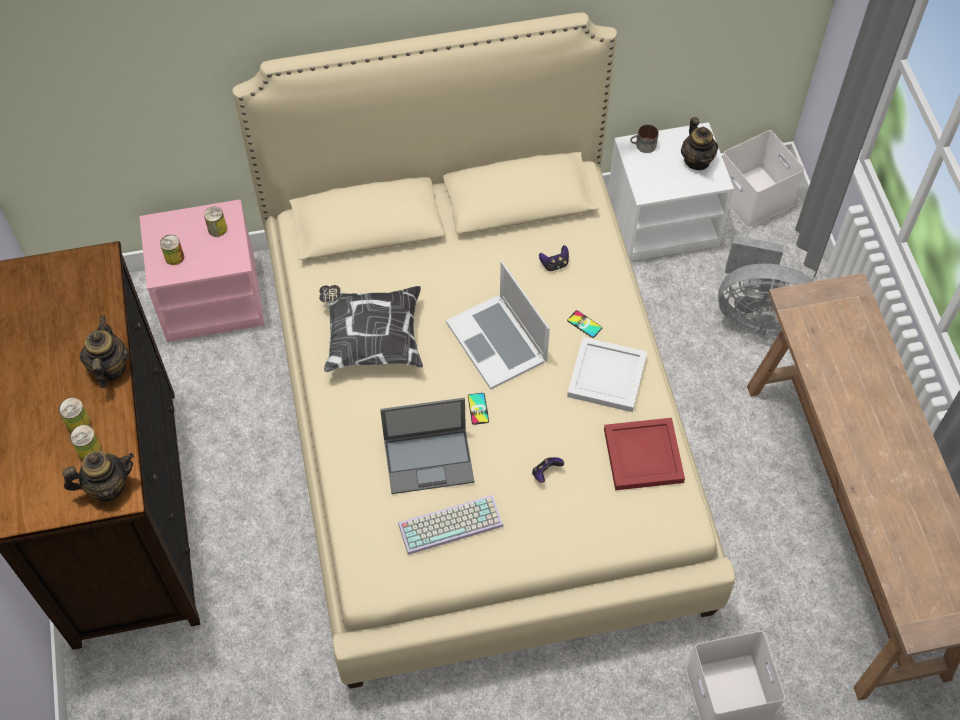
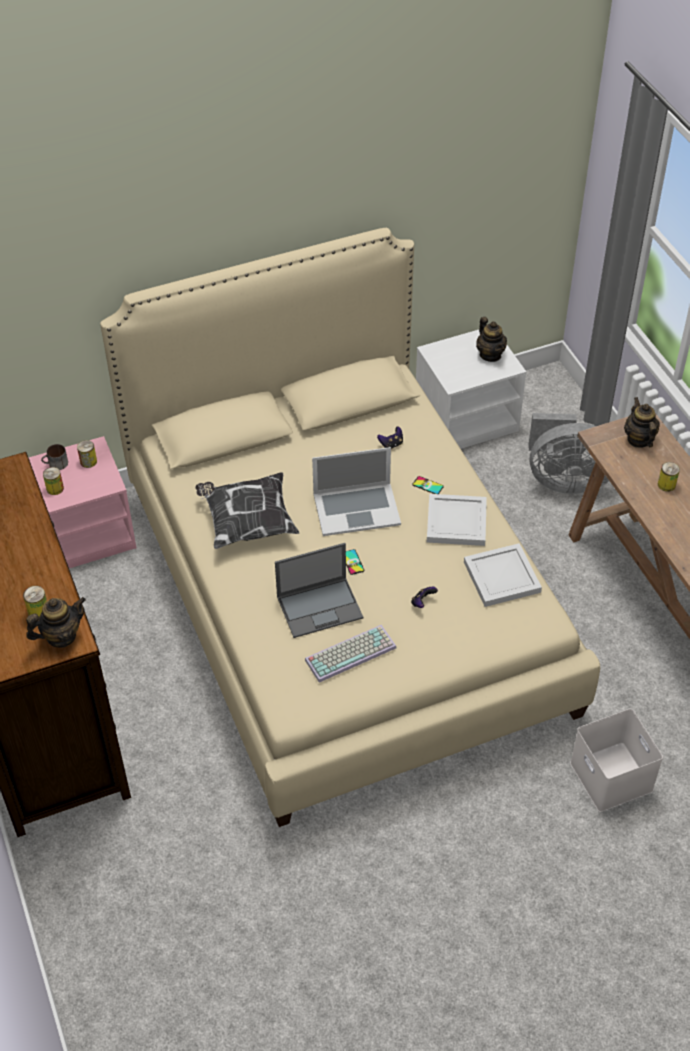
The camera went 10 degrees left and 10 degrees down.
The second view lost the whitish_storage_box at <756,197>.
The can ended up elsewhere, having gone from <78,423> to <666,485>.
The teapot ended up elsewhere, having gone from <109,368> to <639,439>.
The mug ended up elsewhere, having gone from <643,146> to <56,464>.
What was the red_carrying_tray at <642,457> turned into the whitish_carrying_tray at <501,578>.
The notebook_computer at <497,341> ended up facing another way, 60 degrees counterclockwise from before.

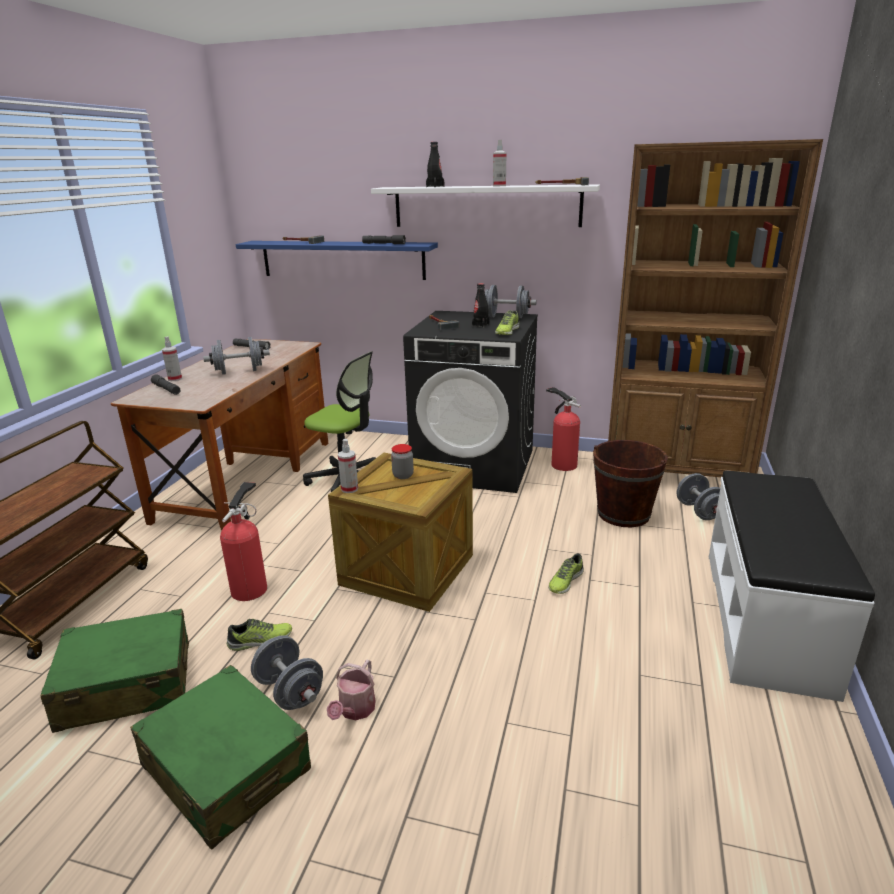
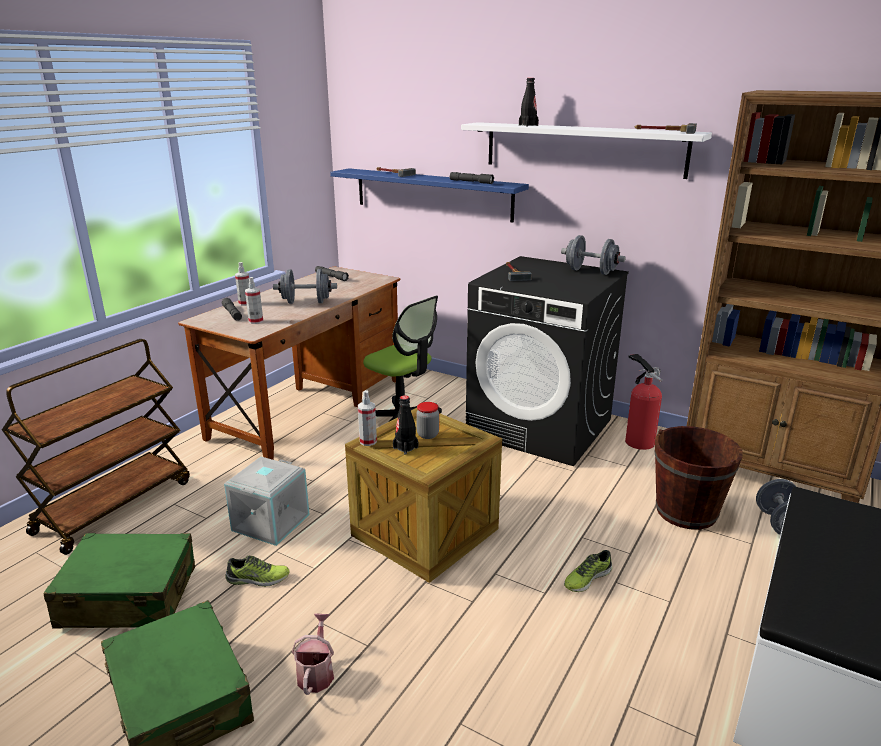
The camera went 15 degrees right and 0 degrees up.
The second view lost the greyish_free_weight at <290,691>.
The second view lost the shoe at <506,331>.
The black-coloured_beverage_bottle ended up elsewhere, having gone from <480,325> to <405,448>.
The sprayer ended up elsewhere, having gone from <499,186> to <256,321>.
Where the fire-fighting_cylinder stood at <251,587>, the greyish_storage_box came to stand at <270,522>.
The sprinkling_can at <355,710> ended up facing another way, 150 degrees clockwise from before.

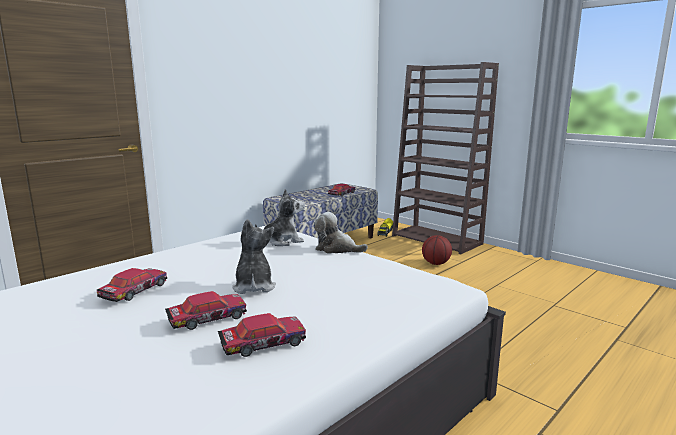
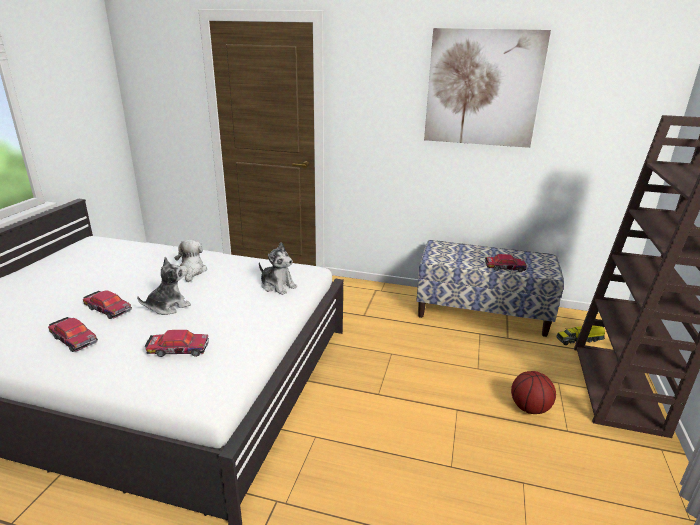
The camera went 60 degrees right and 10 degrees up.
The second view gained the wall_picture at <482,88>.
The toy_car ended up elsewhere, having gone from <133,291> to <178,349>.
The plush_toy ended up elsewhere, having gone from <337,249> to <192,271>.

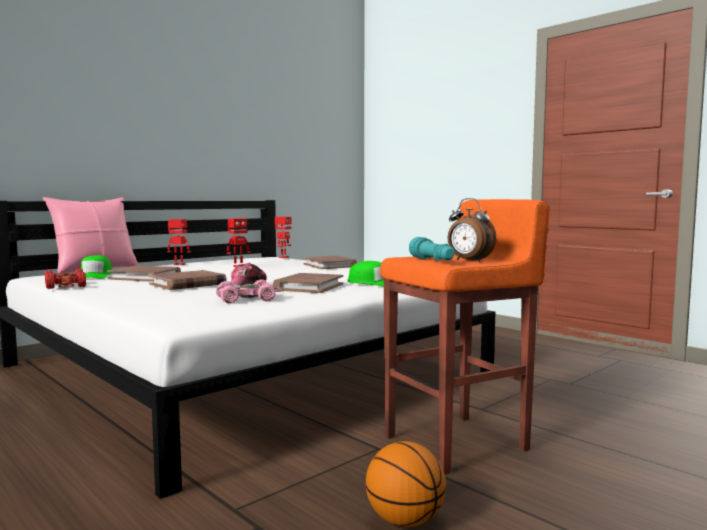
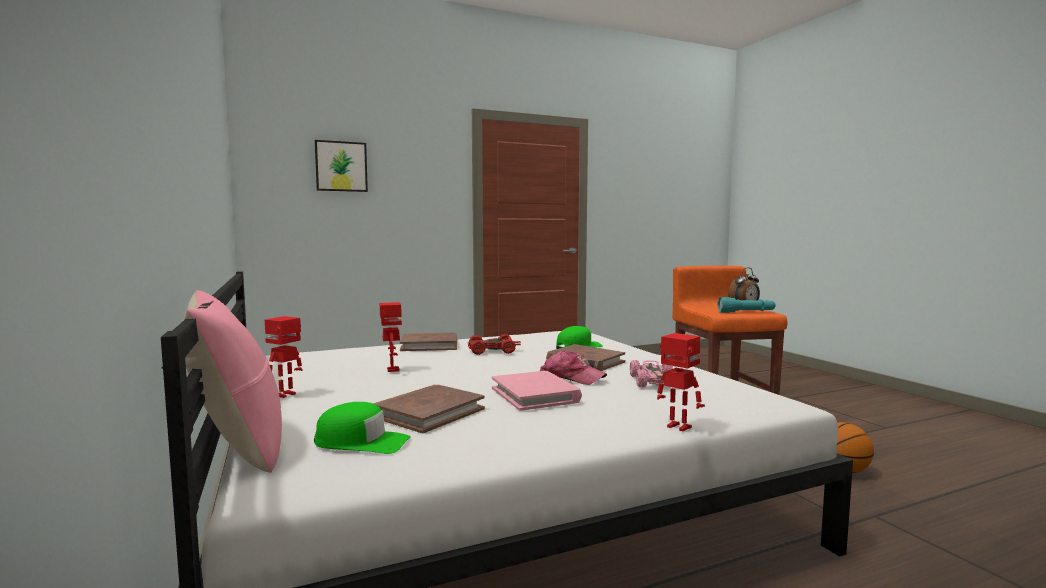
The camera went 70 degrees left and 0 degrees up.
The second view gained the wall_picture at <341,166>.
The red_toy_car ended up elsewhere, having gone from <65,286> to <492,350>.
The toy_robot ended up elsewhere, having gone from <283,257> to <678,427>.
What was the brown_book at <188,284> turned into the pink-coloured_book at <535,395>.

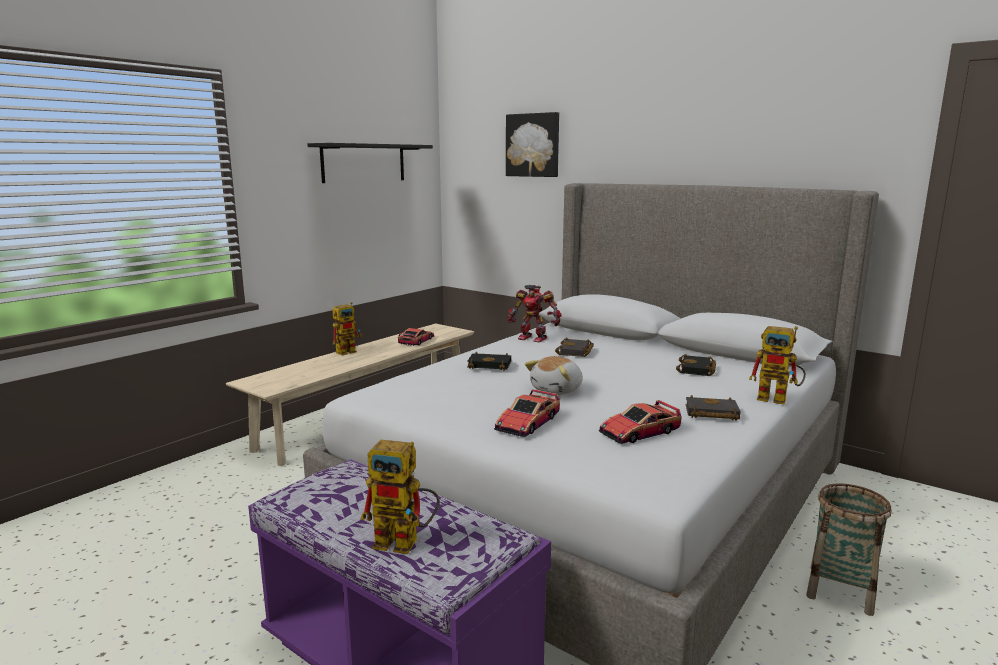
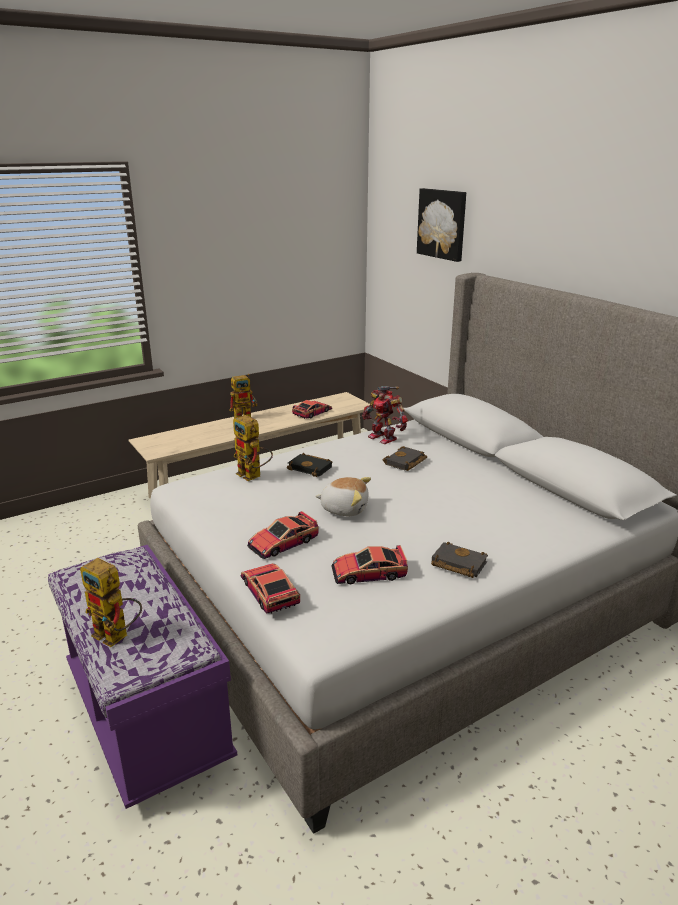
The camera went 20 degrees right and 10 degrees up.
The second view lost the black-coloured_wall_shelf at <364,163>.
The second view lost the black-coloured_book at <697,370>.
The second view lost the storage_basket at <840,590>.
The second view gained the toy_car at <269,592>.
The toy_robot ended up elsewhere, having gone from <779,399> to <253,476>.
The plush_toy at <558,390> ended up facing another way, 135 degrees counterclockwise from before.

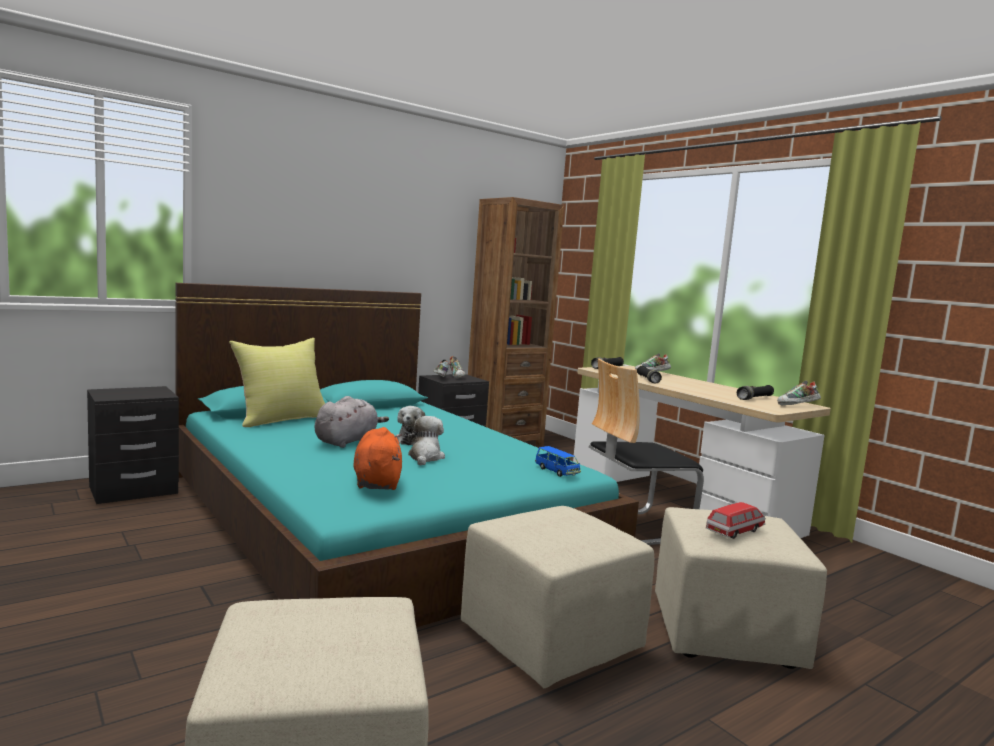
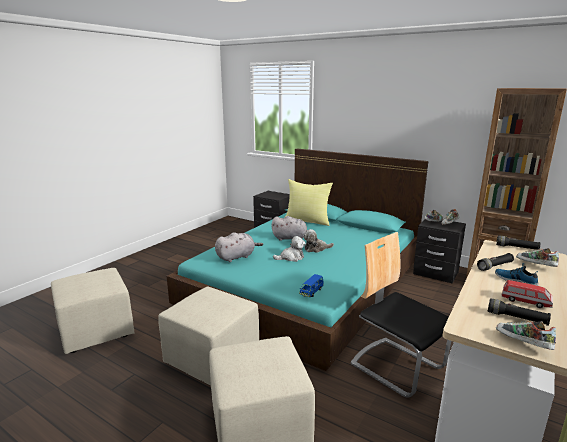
The camera went 70 degrees right and 10 degrees up.
The second view gained the shoe at <515,280>.
The toy_car ended up elsewhere, having gone from <735,531> to <525,301>.
What was the orange-coloured_plush_toy at <377,482> turned into the greyish_plush_toy at <237,257>.

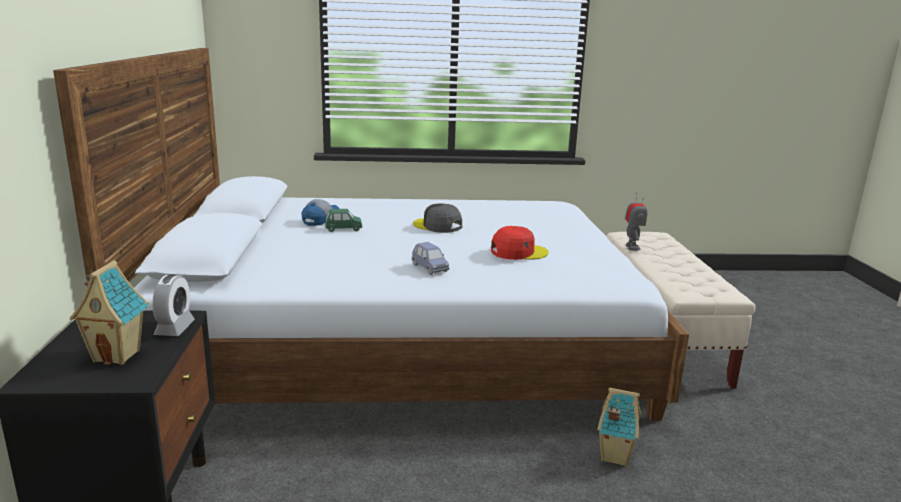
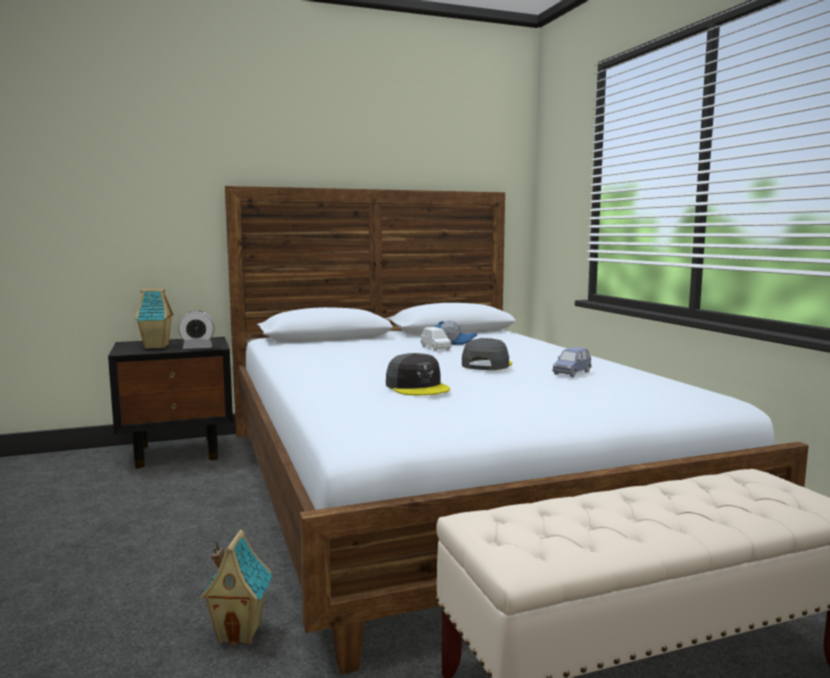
The camera went 75 degrees right and 10 degrees down.
The second view lost the toy_robot at <632,247>.
The bluish_toy_car ended up elsewhere, having gone from <430,268> to <571,373>.
What was the greenish_toy_car at <343,229> turned into the whitish_toy_car at <435,348>.
What was the red_peaked_cap at <518,252> turned into the greyish_peaked_cap at <417,387>.

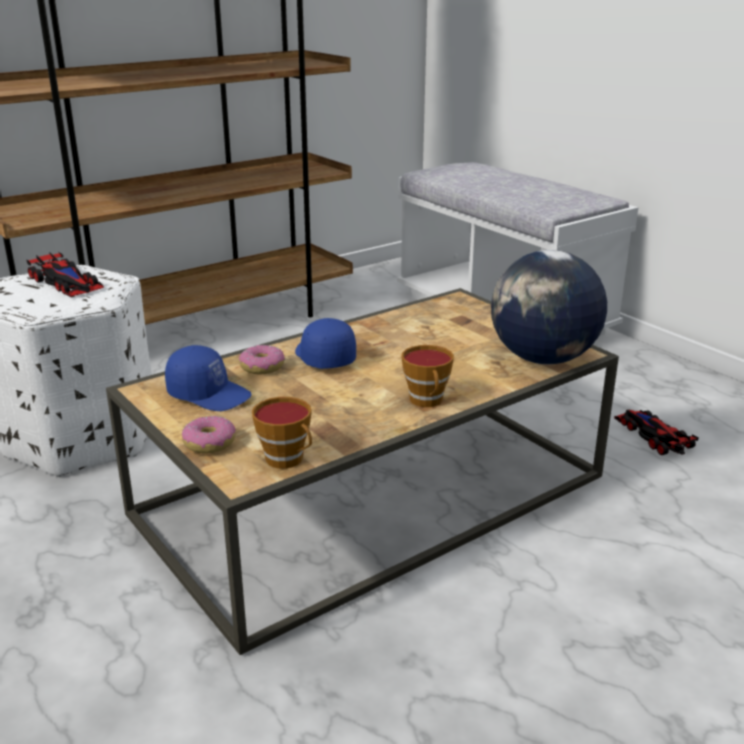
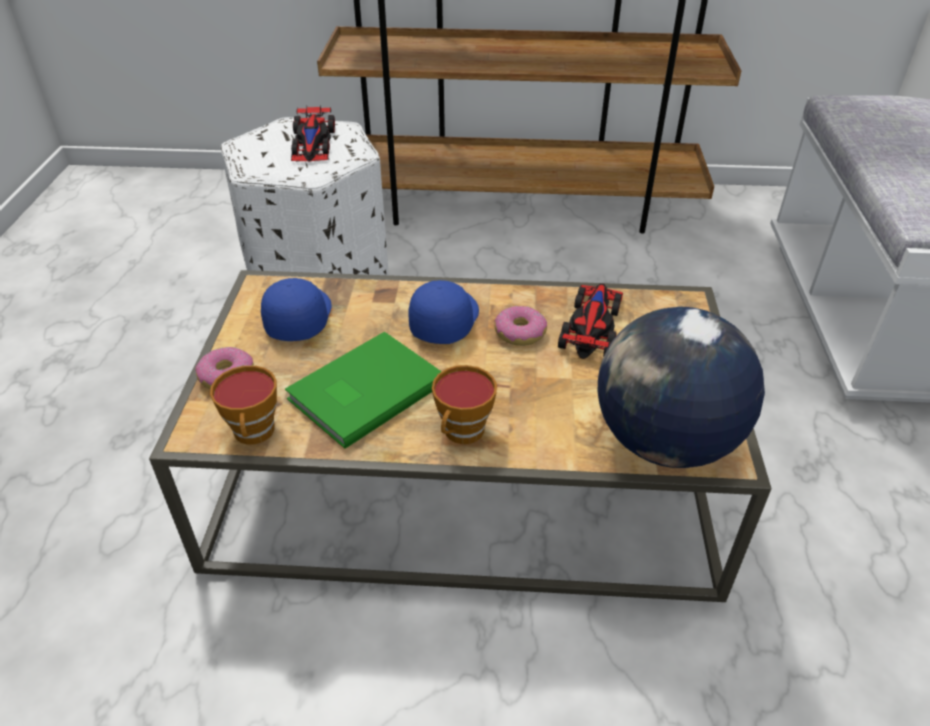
The camera went 40 degrees right and 15 degrees up.
The second view gained the greenish_book at <362,390>.
The doughnut ended up elsewhere, having gone from <262,367> to <519,333>.
The toy_car ended up elsewhere, having gone from <653,435> to <592,324>.
The bluish_peaked_cap at <209,394> ended up facing another way, 150 degrees counterclockwise from before.

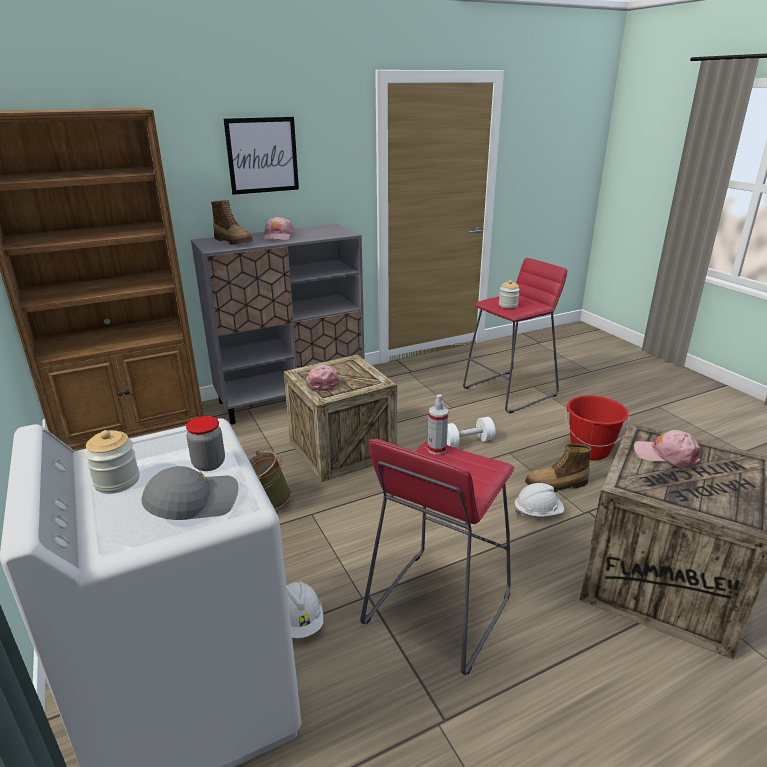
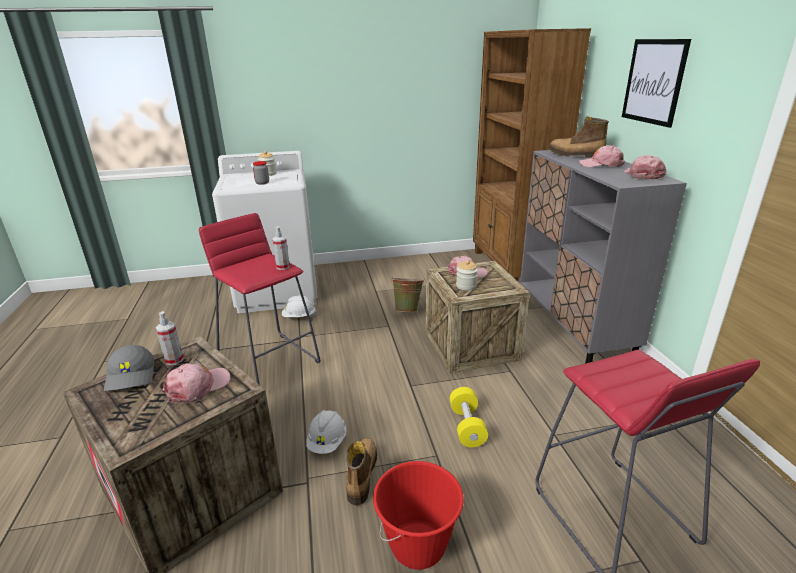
The camera went 105 degrees right and 0 degrees up.
The second view gained the sprayer at <174,360>.
The second view gained the pink-coloured_peaked_cap at <643,175>.
The greyish_peaked_cap ended up elsewhere, having gone from <193,502> to <132,376>.
The preserve_jar ended up elsewhere, having gone from <508,305> to <466,286>.
What was the whitish_free_weight at <467,442> turned into the yellowish_free_weight at <467,426>.
The high-top_boot at <234,242> ended up facing another way, 60 degrees clockwise from before.

